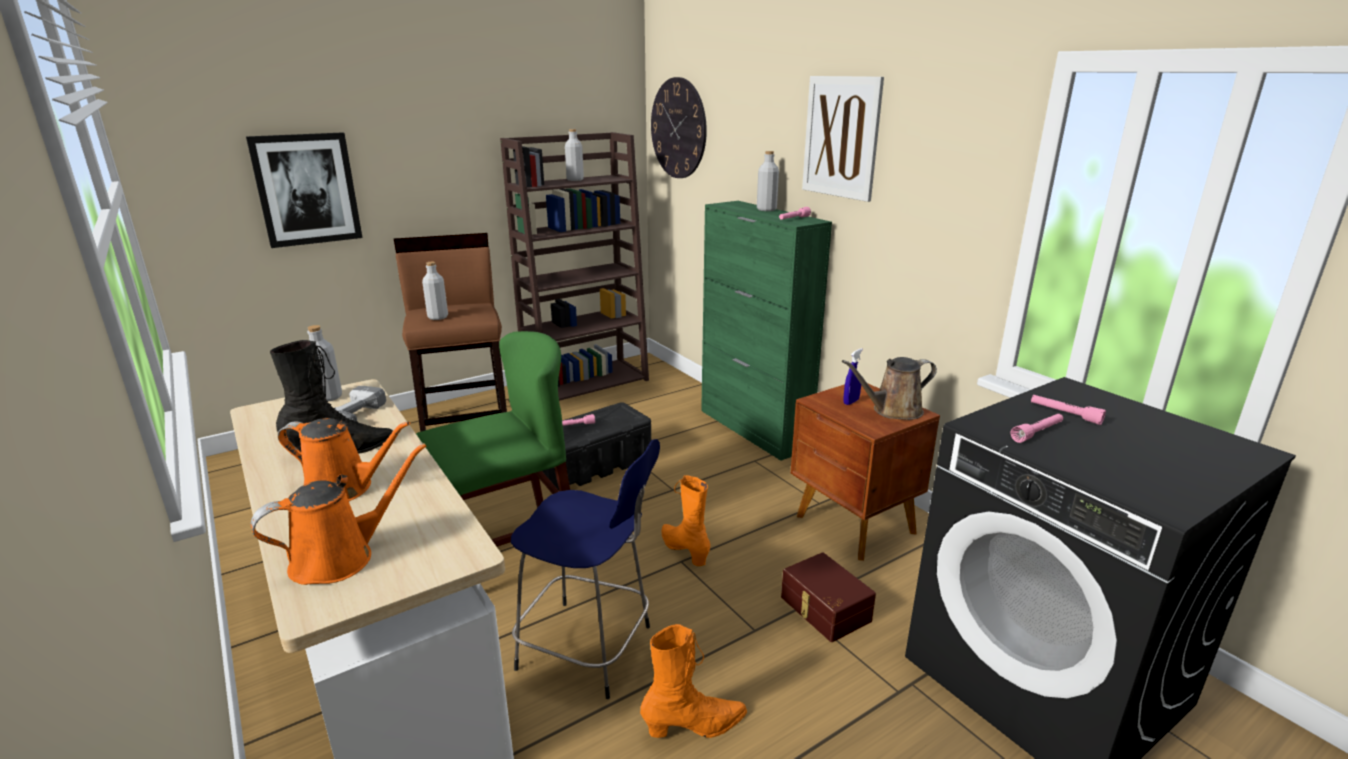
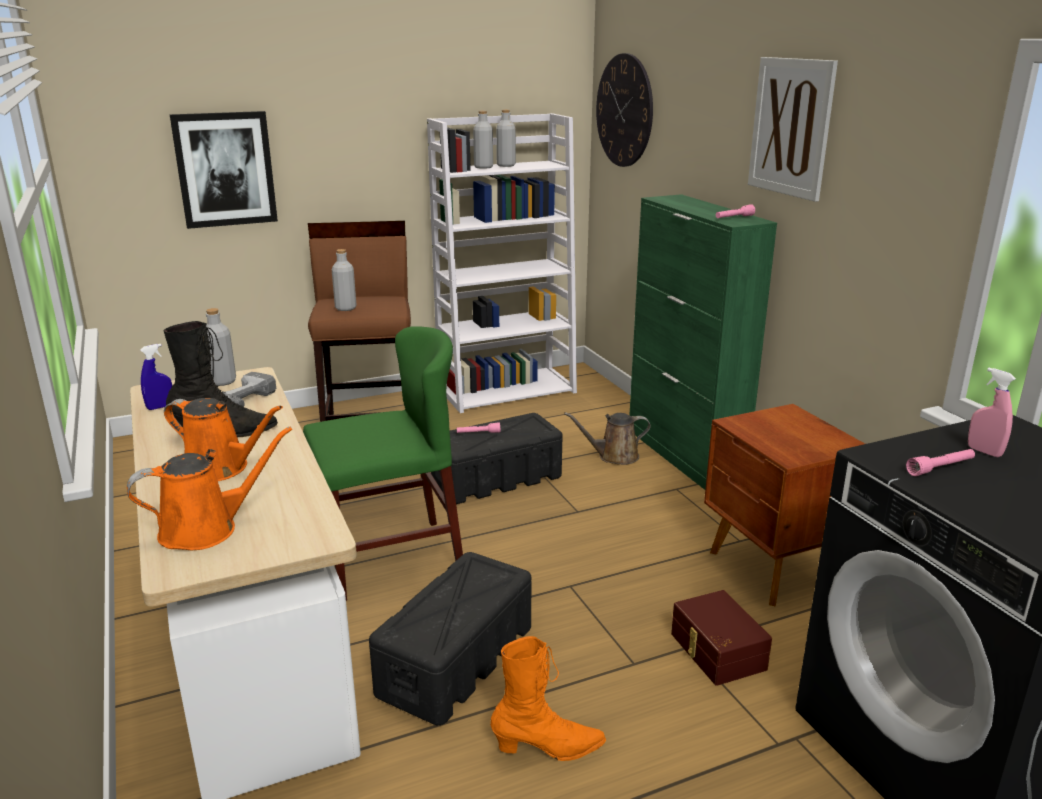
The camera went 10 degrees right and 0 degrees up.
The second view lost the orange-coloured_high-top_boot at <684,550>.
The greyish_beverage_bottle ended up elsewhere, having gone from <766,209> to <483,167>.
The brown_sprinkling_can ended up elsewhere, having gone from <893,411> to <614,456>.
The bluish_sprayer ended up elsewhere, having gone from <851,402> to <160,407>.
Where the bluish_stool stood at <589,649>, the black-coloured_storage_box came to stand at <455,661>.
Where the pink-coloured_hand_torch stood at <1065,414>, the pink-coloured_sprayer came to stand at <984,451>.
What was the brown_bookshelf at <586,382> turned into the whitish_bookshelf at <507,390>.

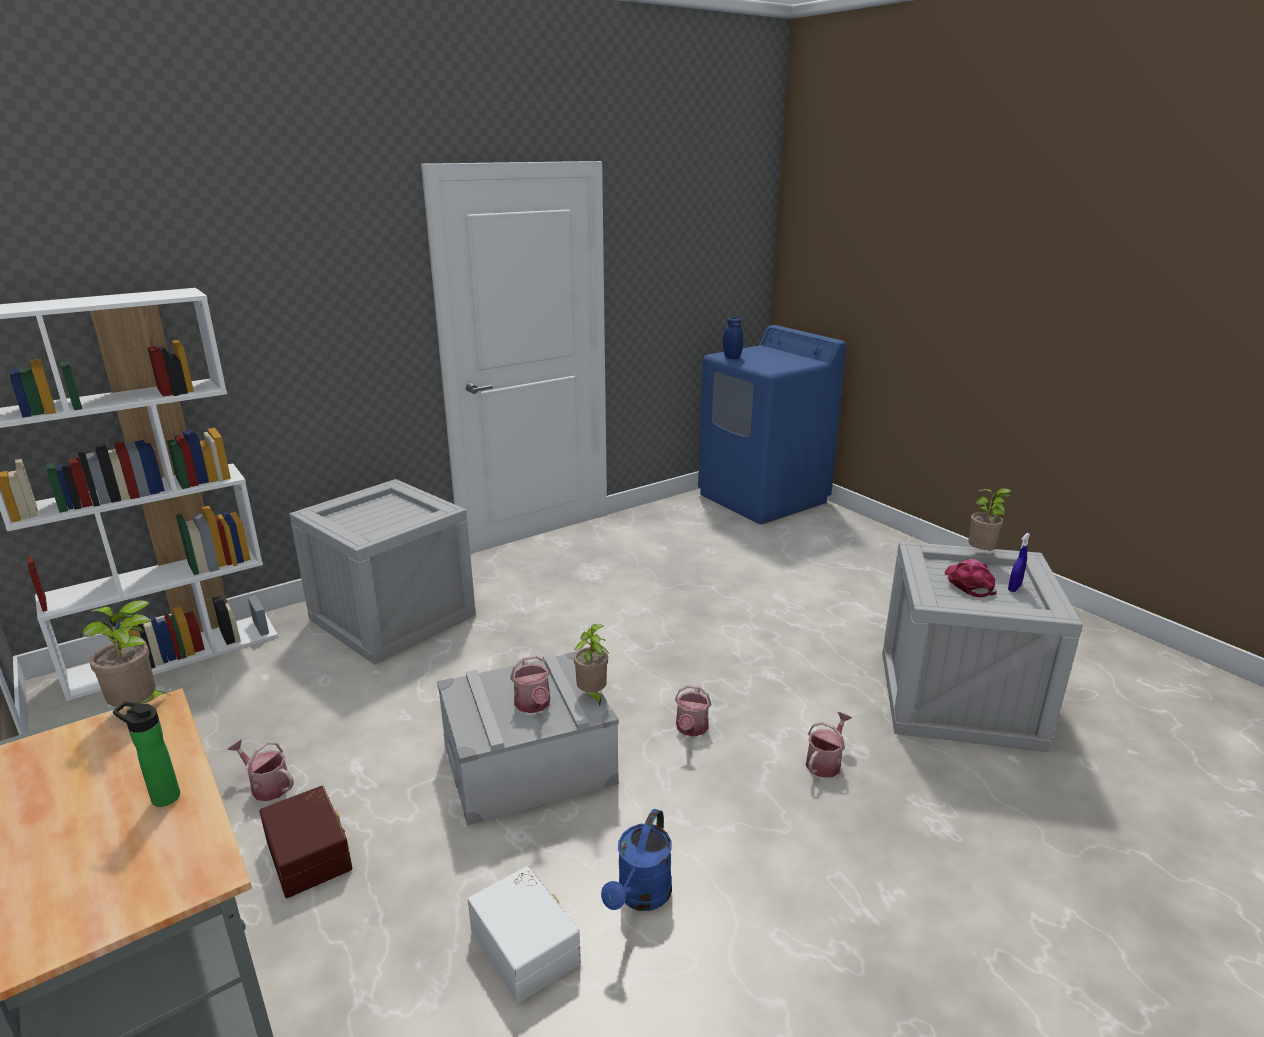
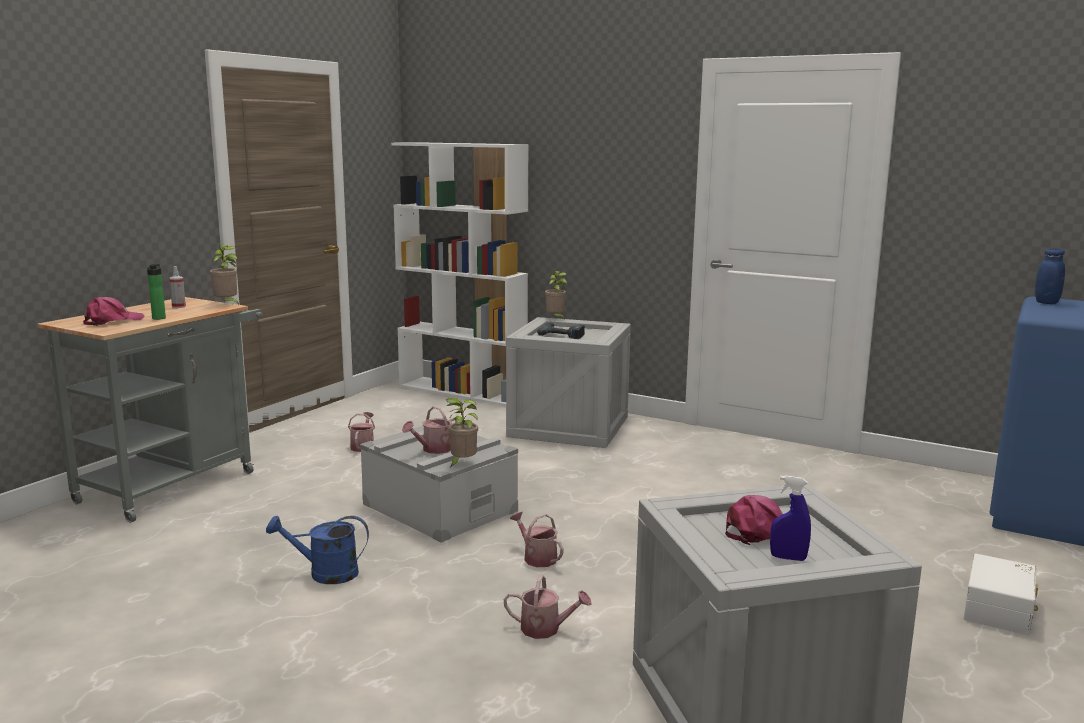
The camera went 65 degrees right and 10 degrees down.
The second view lost the brown_storage_box at <311,853>.
The second view gained the pink-coloured_peaked_cap at <112,321>.
The second view gained the sprayer at <179,306>.
The second view gained the electric_drill at <562,334>.
The whitish_storage_box ended up elsewhere, having gone from <527,944> to <1000,609>.
The houseplant ended up elsewhere, having gone from <982,554> to <555,318>.
The sprinkling_can at <691,729> ended up facing another way, 60 degrees clockwise from before.

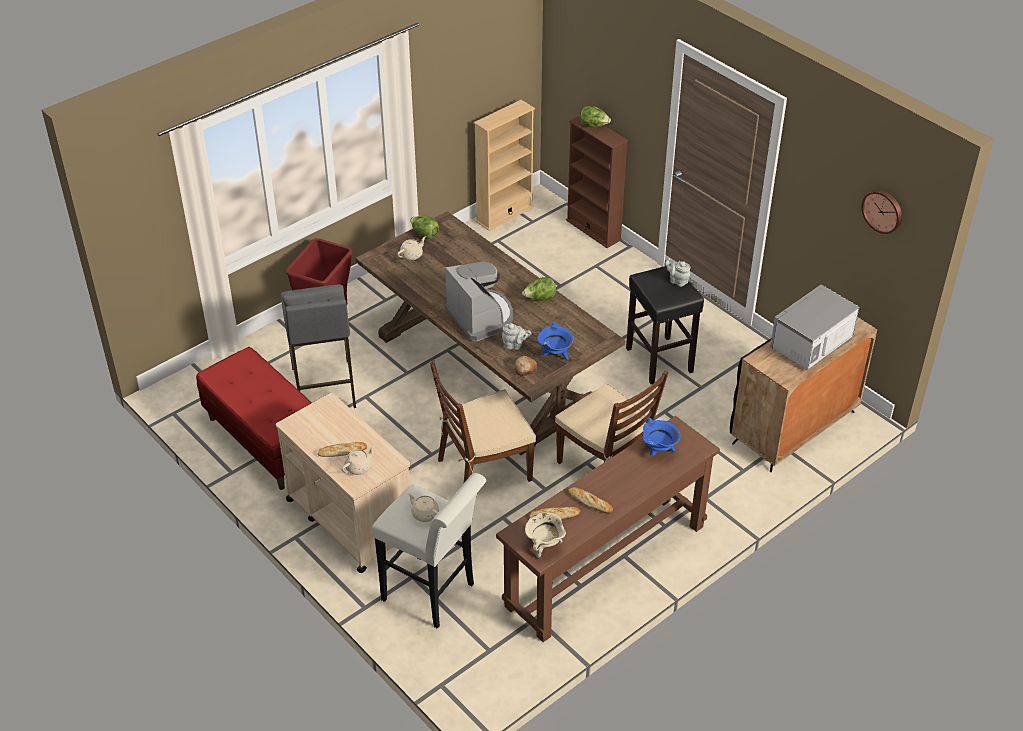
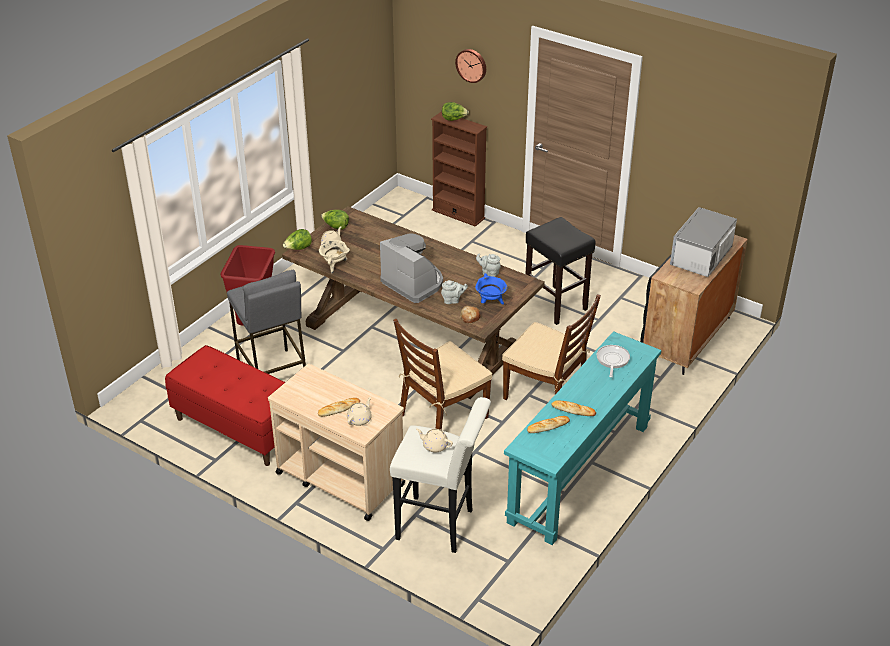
The camera went 15 degrees left and 5 degrees down.
The second view lost the beige-coloured_bookshelf at <504,214>.
The lettuce_head ended up elsewhere, having gone from <539,298> to <298,249>.
The beige-coloured_saucepot ended up elsewhere, having gone from <544,546> to <334,265>.
The greyish_teapot ended up elsewhere, having gone from <677,281> to <489,273>.
The clock_on_the_wall ended up elsewhere, having gone from <883,210> to <471,65>.
Where the bluish_saucepot stood at <659,451>, the skillet came to stand at <612,360>.
What was the brown_narrow_table at <606,565> turned into the turquoise-coloured_narrow_table at <579,473>.

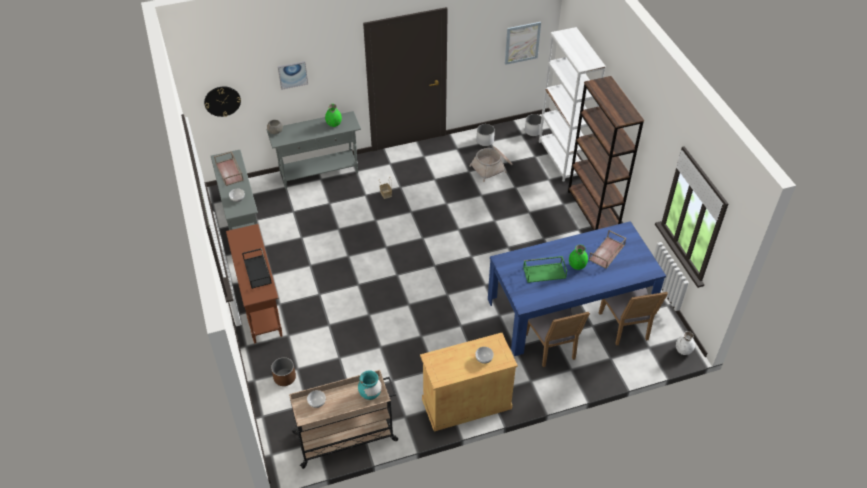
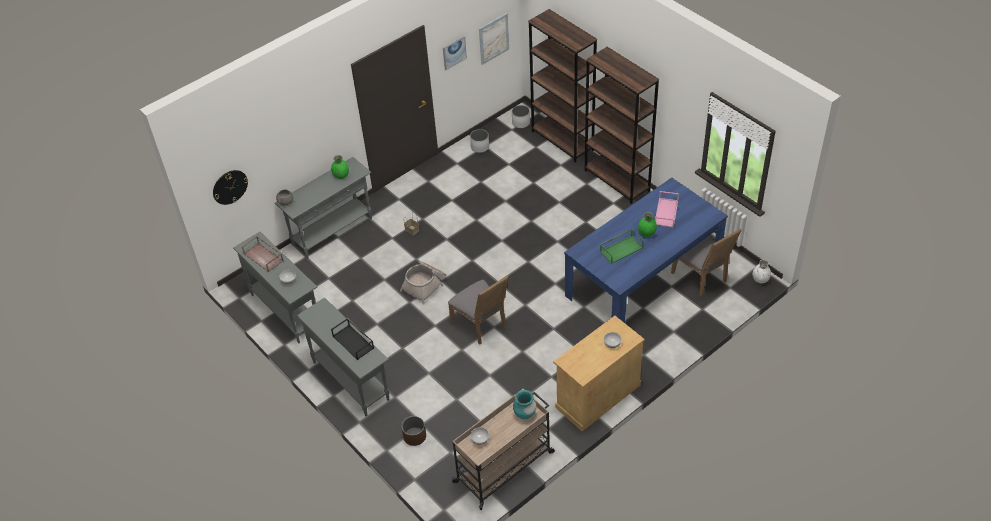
The camera went 20 degrees left and 0 degrees up.
The wall_picture ended up elsewhere, having gone from <292,74> to <454,52>.
The storage_basket ended up elsewhere, having gone from <492,167> to <425,285>.
The greyish_chair ended up elsewhere, having gone from <552,348> to <481,325>.
What was the brown_narrow_table at <260,306> turned into the greyish_narrow_table at <351,380>.
What was the whitish_bookshelf at <562,158> turned into the brown_bookshelf at <562,141>.
What was the brown_carrying_tray at <607,253> turned into the pink-coloured_carrying_tray at <666,213>.

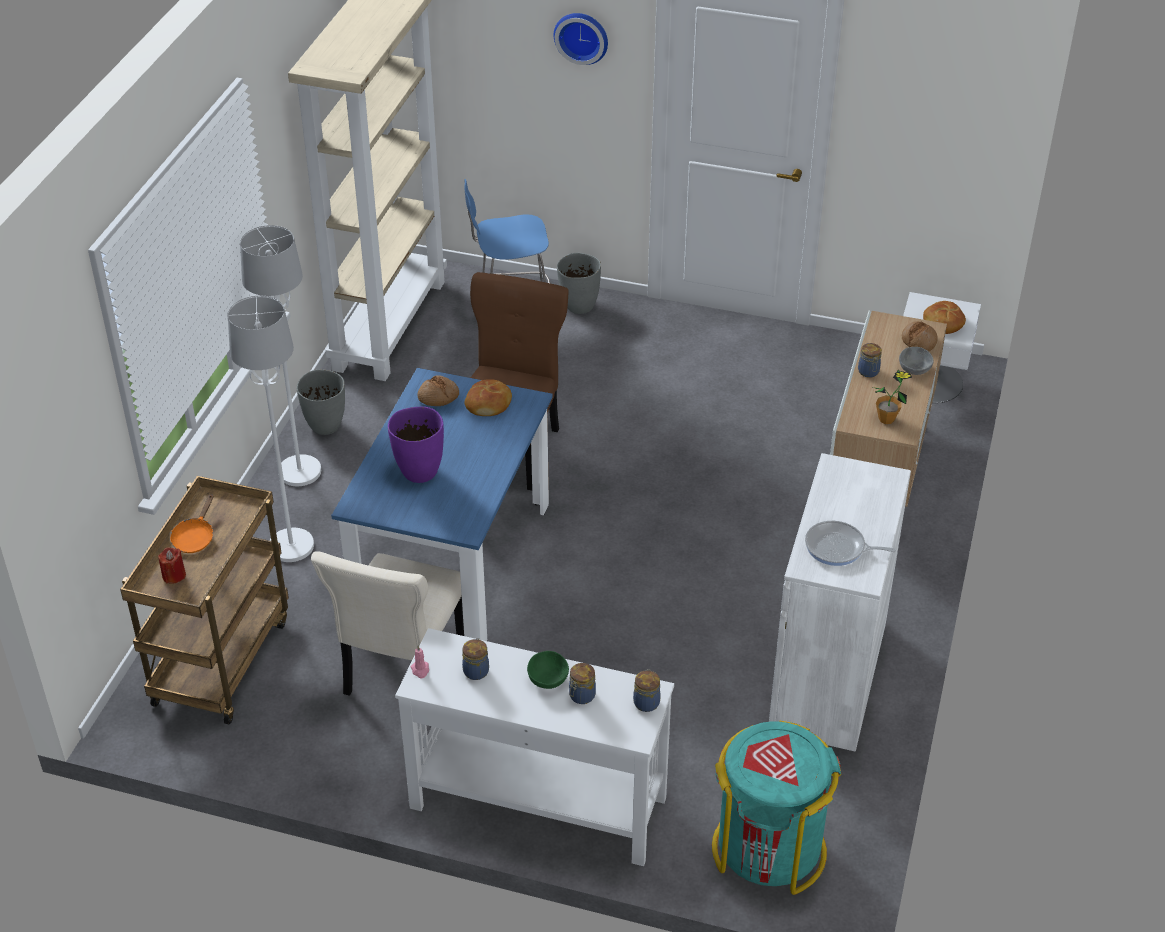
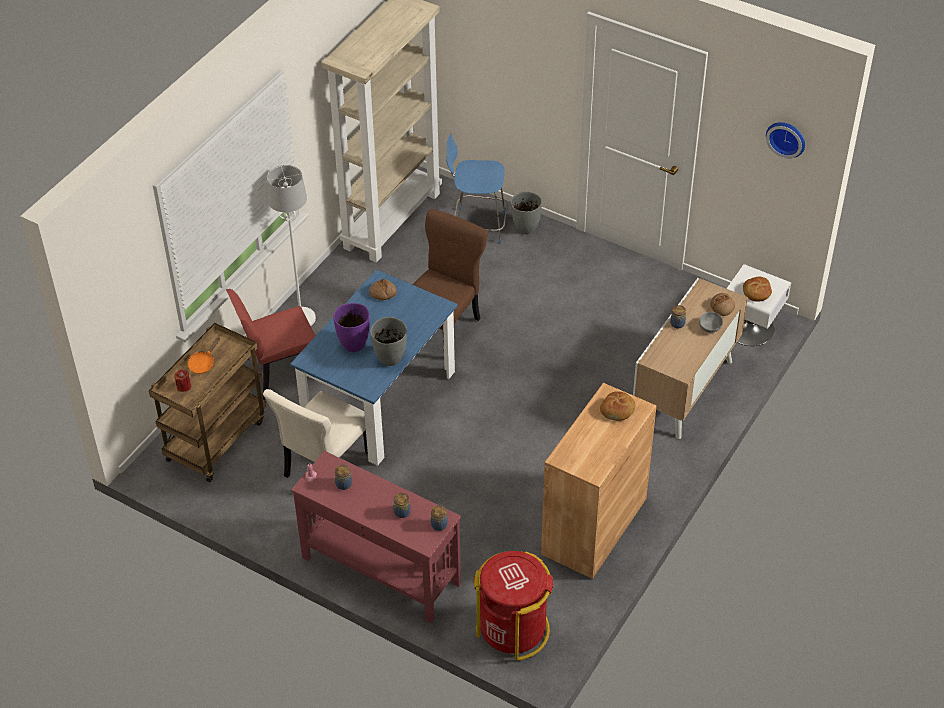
The camera went 15 degrees right and 5 degrees up.
The second view lost the greenish_bowl at <549,679>.
The second view lost the skillet at <838,548>.
The second view lost the houseplant at <886,419>.
The greyish_decorative_vase ended up elsewhere, having gone from <326,426> to <390,359>.
The bread ended up elsewhere, having gone from <489,404> to <618,410>.
The clock_on_the_wall ended up elsewhere, having gone from <582,36> to <787,138>.
Where the whitish_standing_lamp stood at <291,546>, the red_chair came to stand at <280,370>.
What was the whitish_narrow_table at <537,802> turned into the red_narrow_table at <380,570>.
What was the turquoise-coloured_waste_bin at <769,849> turned into the red_waste_bin at <513,629>.
What was the whitish_cupboard at <828,677> turned into the brown_cupboard at <594,526>.

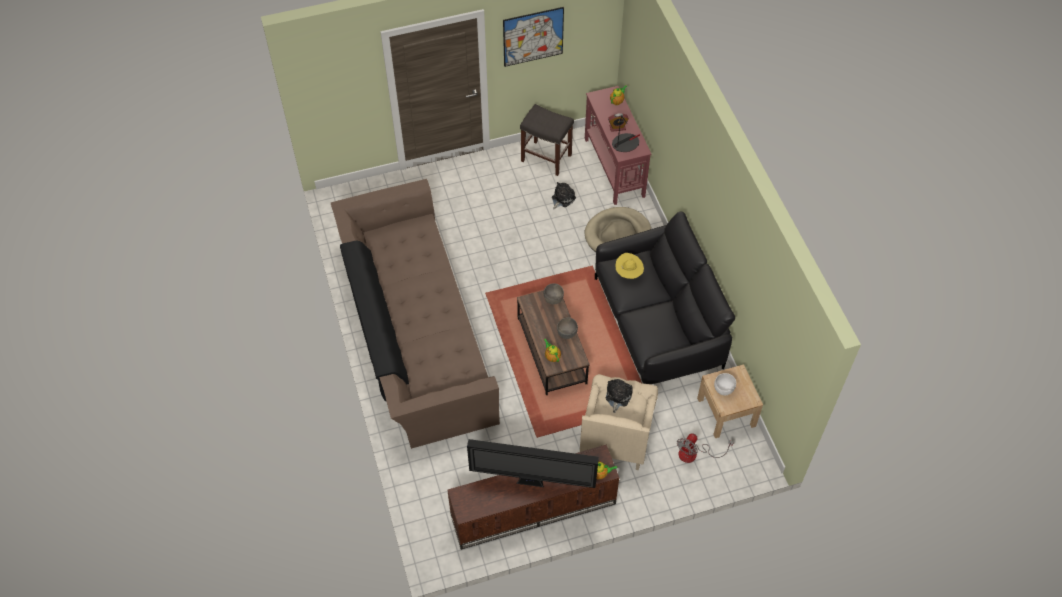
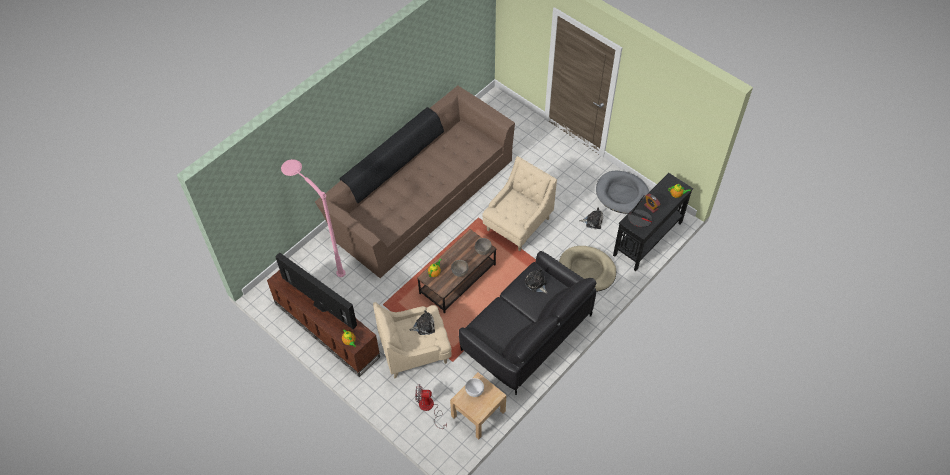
The camera went 60 degrees right and 0 degrees up.
The second view lost the wall_picture at <533,36>.
The second view gained the pink-coloured_standing_lamp at <321,257>.
The second view gained the beige-coloured_armchair at <517,225>.
Where the greyish_stool stood at <547,158>, the greyish_dog_cushion came to stand at <622,194>.
Where the yellowish_hat stood at <628,273>, the plush_toy came to stand at <536,284>.
What was the red_narrow_table at <614,167> turned into the black-coloured_narrow_table at <647,238>.
The TV_set at <532,482> ended up facing another way, 150 degrees clockwise from before.

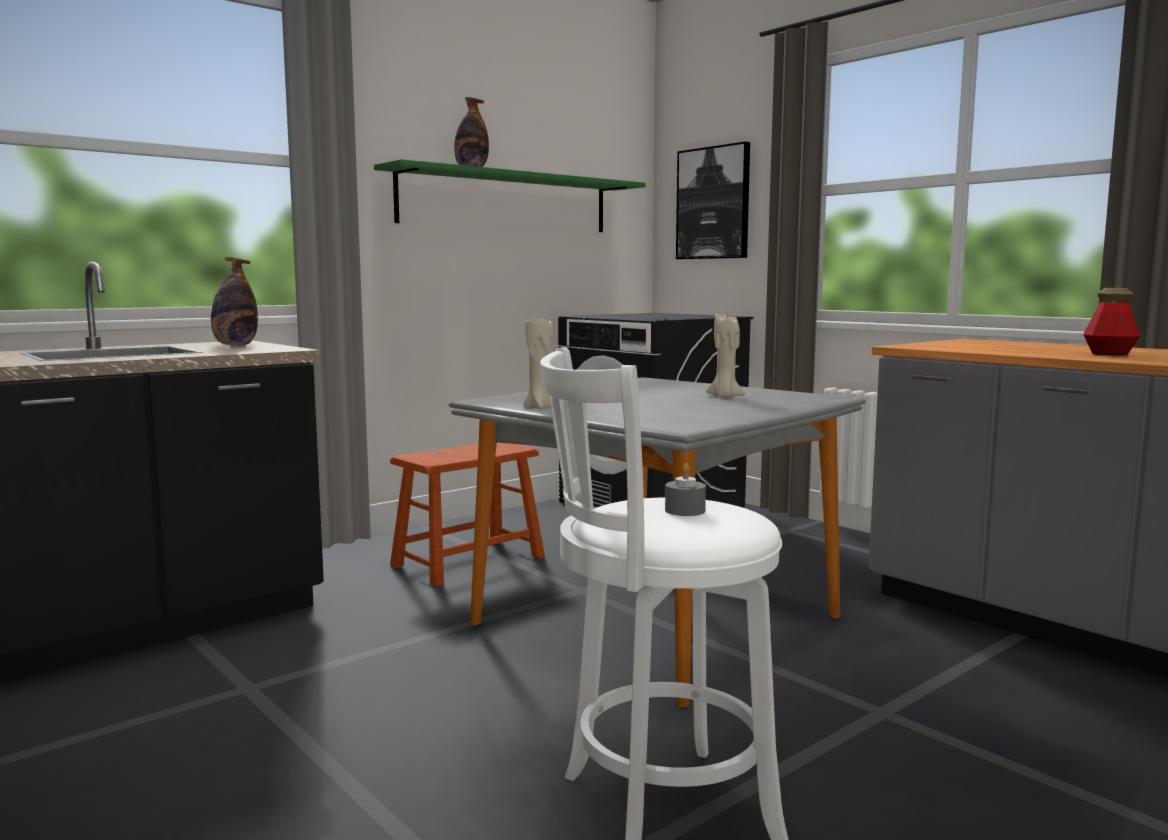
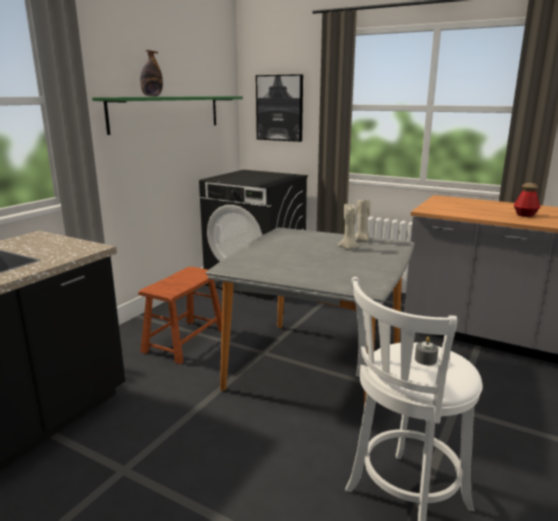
The camera went 20 degrees left and 10 degrees up.
The second view lost the beverage_bottle at <235,345>.
The beige-coloured_wax_candle ended up elsewhere, having gone from <541,408> to <362,240>.

